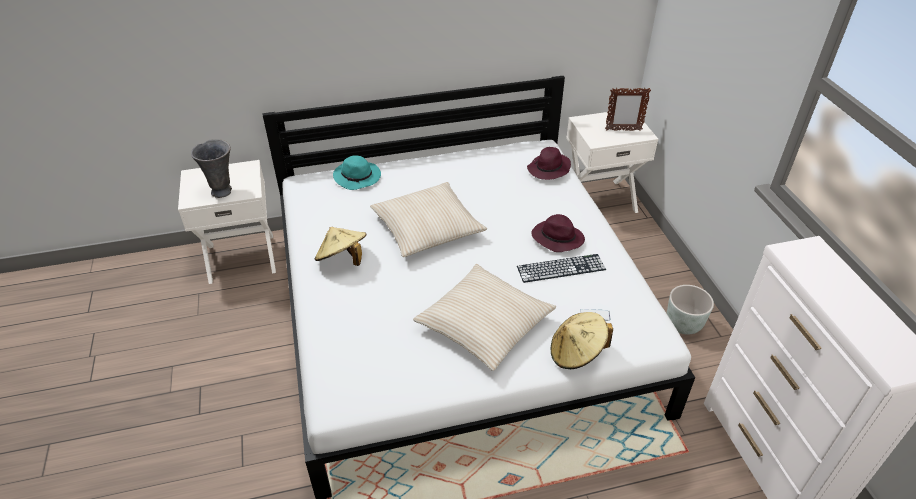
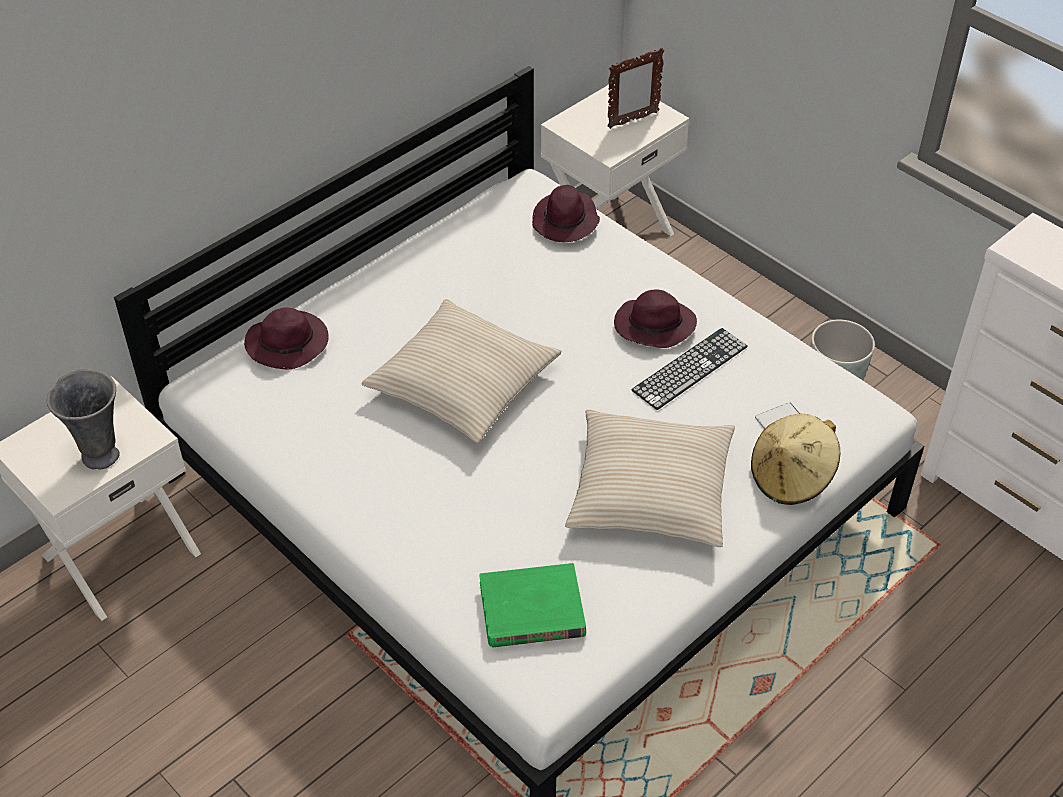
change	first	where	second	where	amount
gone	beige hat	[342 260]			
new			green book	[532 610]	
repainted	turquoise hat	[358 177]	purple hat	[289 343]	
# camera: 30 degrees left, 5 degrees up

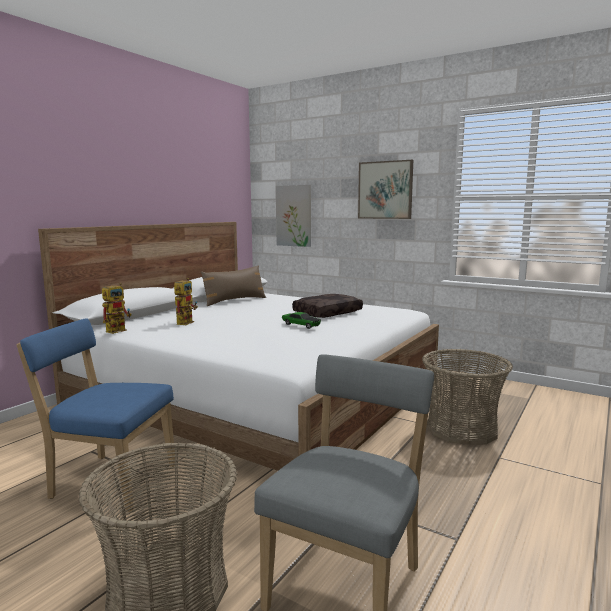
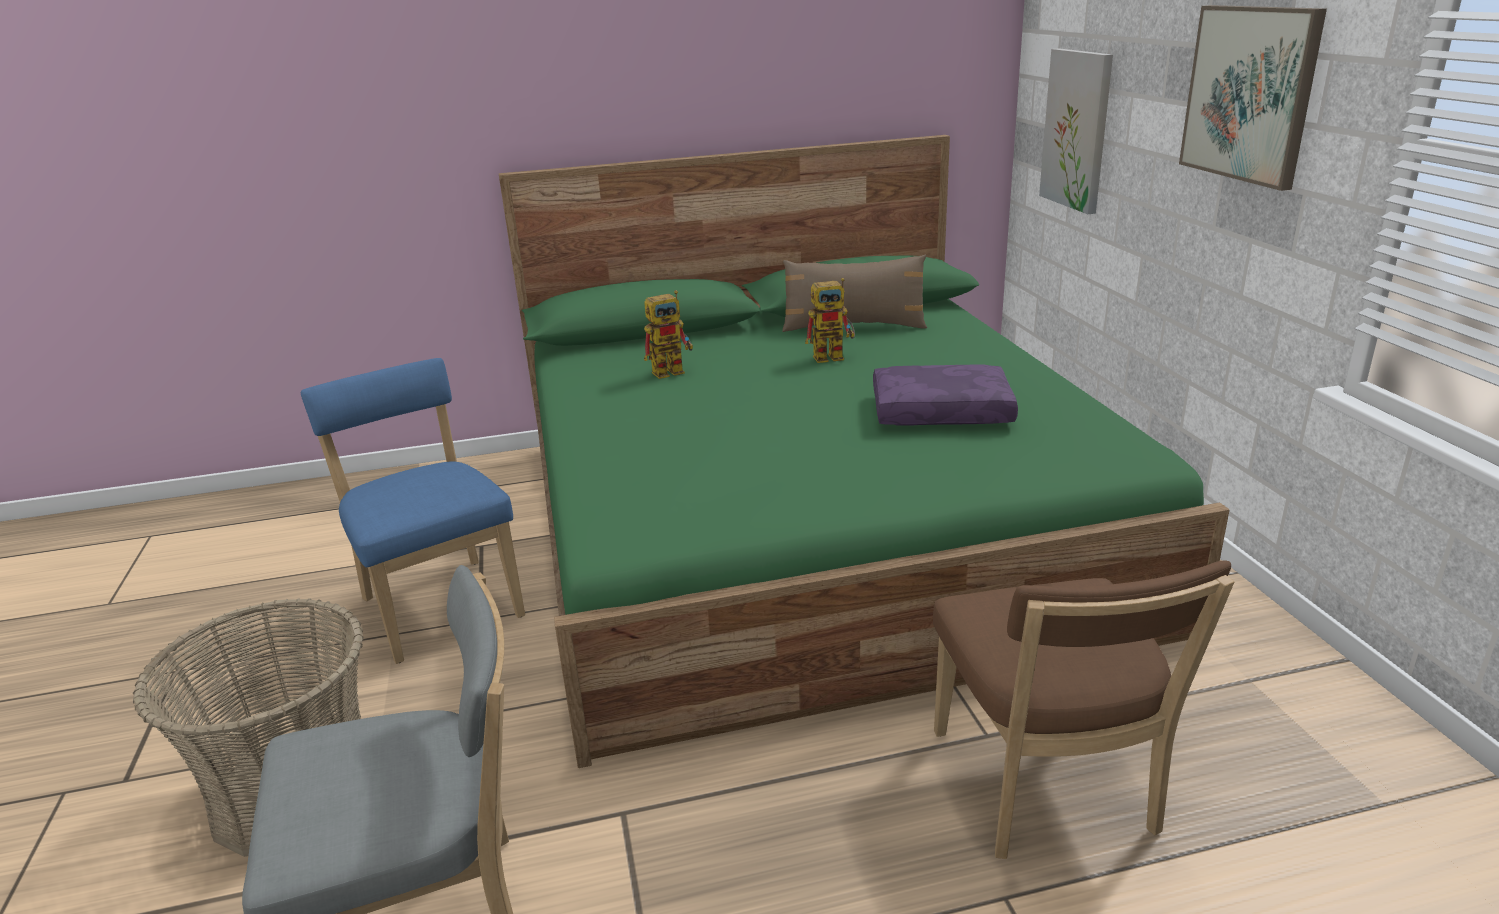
change	first	where	second	where	amount
gone	toy car	[301 325]			
shifted	toy robot	[118 330]		[834 356]	
swapped	basket	[462 429]	brown chair	[1046 789]	
repainted	white bed	[258 392]	green bed	[808 526]	
repainted	brown pillow	[327 313]	purple pillow	[942 411]	
# camera: 45 degrees right, 15 degrees up

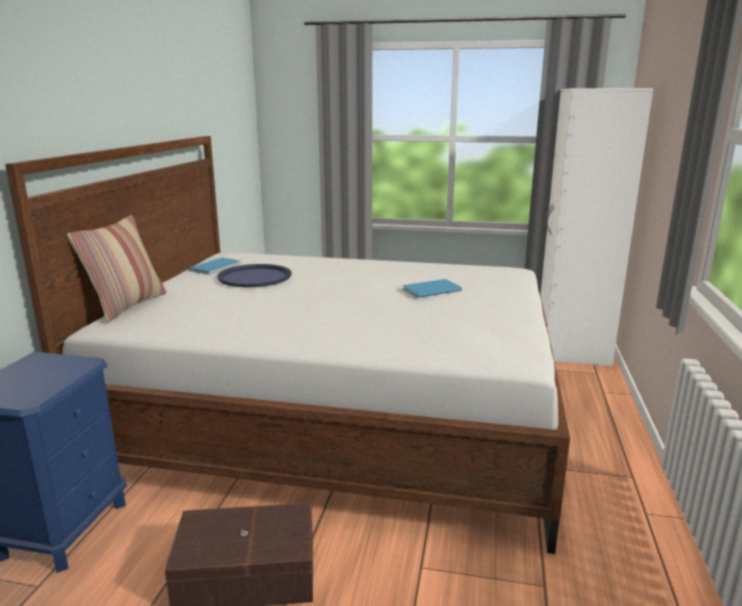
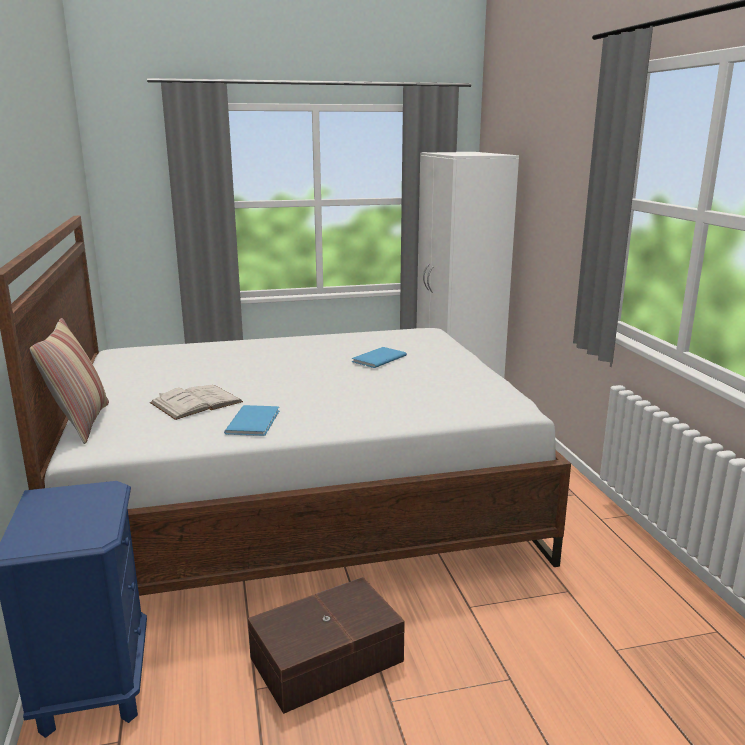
change	first	where	second	where	amount
gone	blue tray	[255 277]			
new			white book	[196 402]	
shifted	blue book	[217 267]		[255 421]	
# camera: 25 degrees left, 0 degrees up

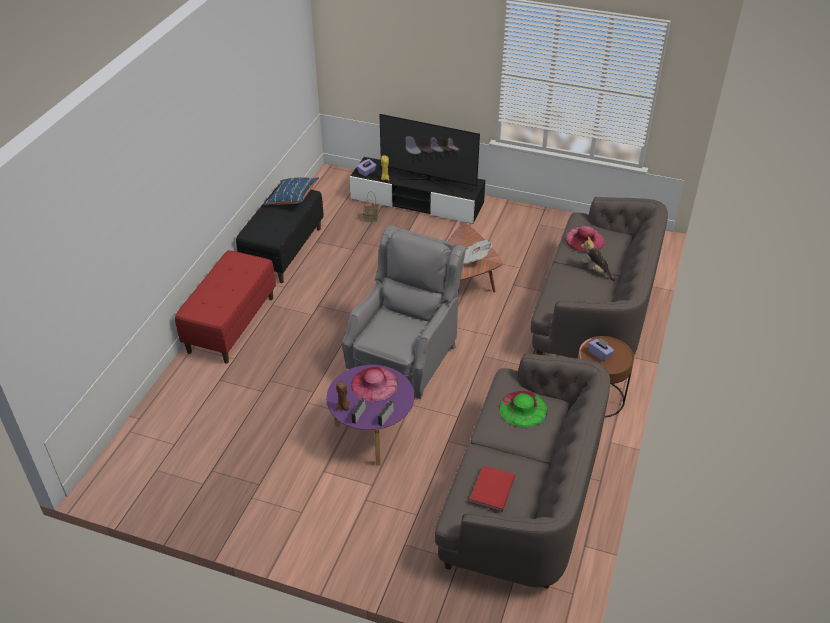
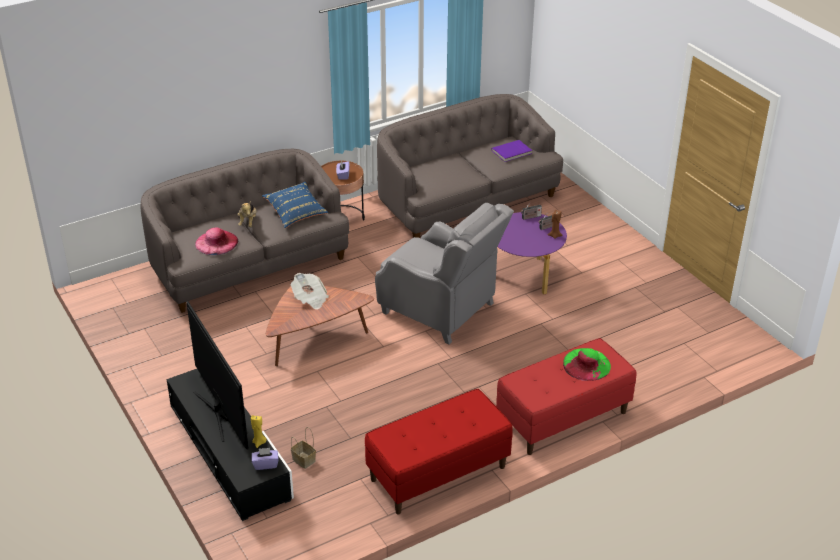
change	first	where	second	where	amount
gone	pink hat	[374 384]			
shifted	blue pillow	[292 198]		[295 213]	
shifted	green hat	[523 409]		[586 364]	
repainted	black bench	[283 250]	red bench	[438 474]	
repainted	red book	[491 489]	purple book	[512 152]	
rotated	grey armchair	[404 358]		[441 310]	120 degrees counterclockwise
# camera: 140 degrees left, 5 degrees down

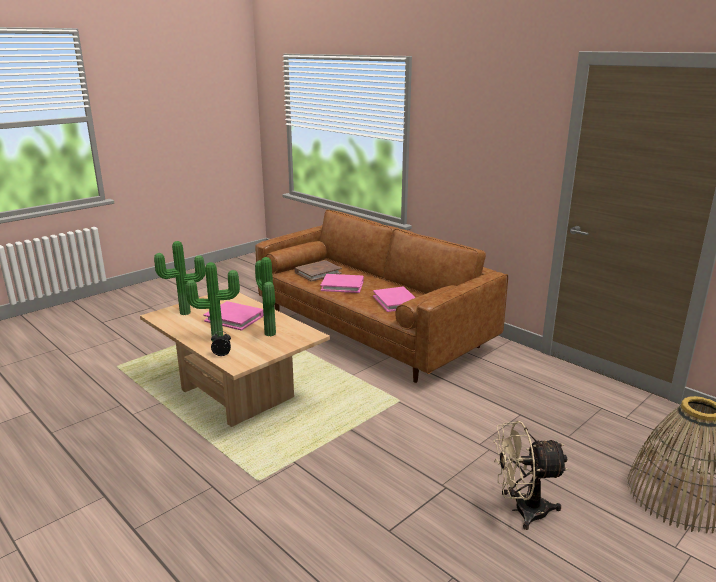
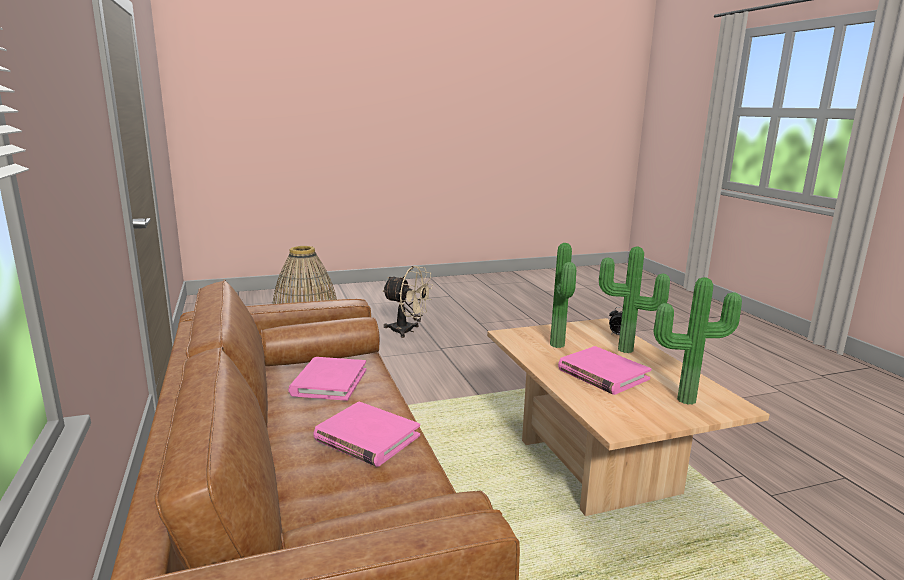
change	first	where	second	where	amount
gone	brown book	[318 273]			
# camera: 155 degrees left, 5 degrees down

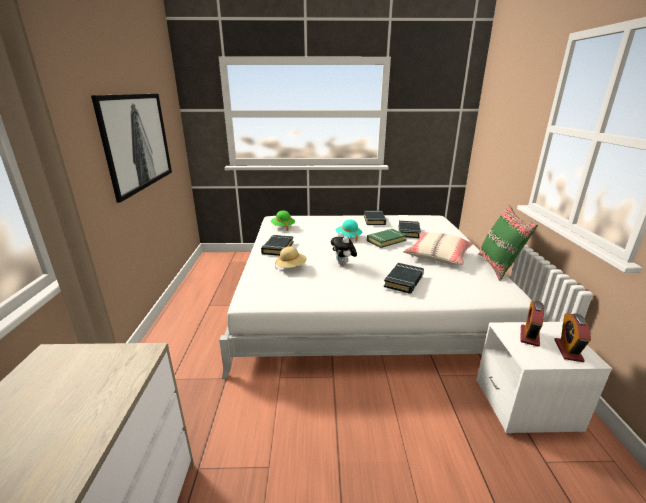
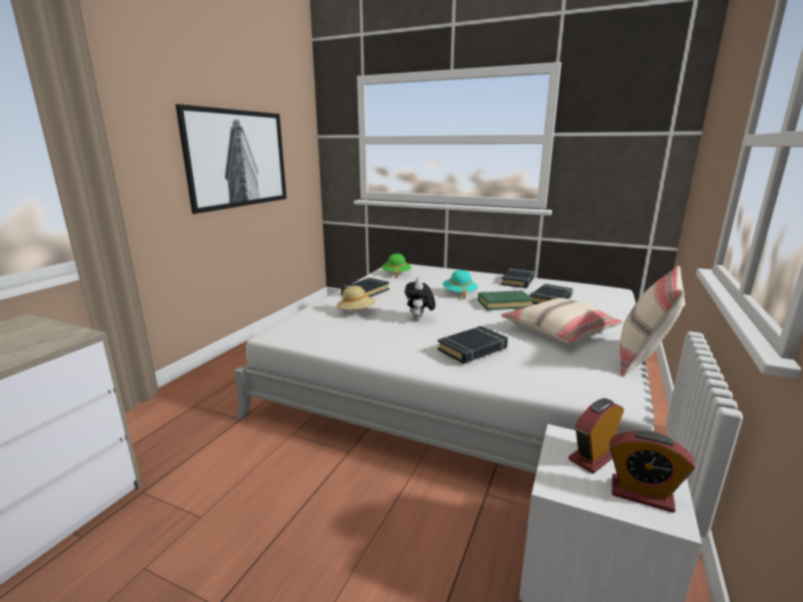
change	first	where	second	where	amount
repainted	green pillow	[498 267]	beige pillow	[642 360]	
rotated	alarm clock	[568 350]		[641 494]	105 degrees counterclockwise
# camera: 25 degrees right, 5 degrees down

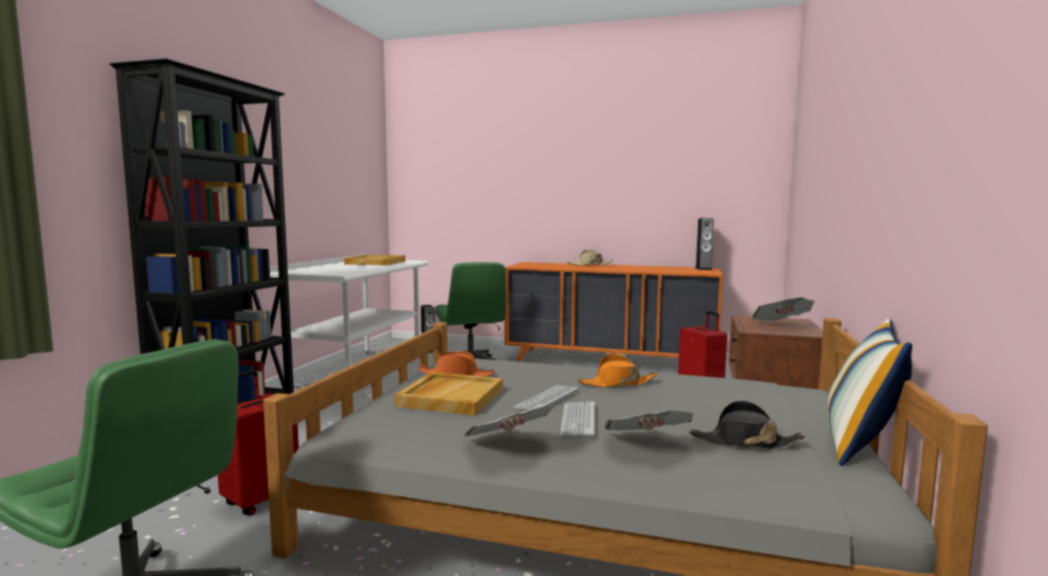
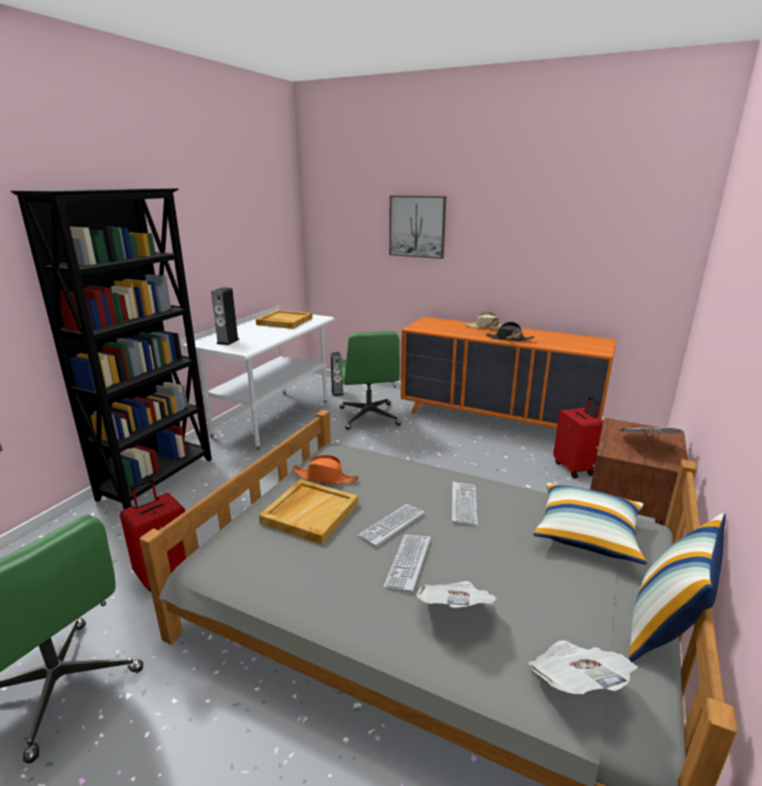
change	first	where	second	where	amount
new			picture	[417 226]	
new			pillow	[588 534]	
shifted	newspaper	[507 446]		[575 682]	
shifted	black hat	[744 442]		[509 339]	
shifted	speaker	[703 268]		[228 341]	
swapped	orange hat	[617 383]	keyboard	[464 504]	
# camera: 10 degrees right, 15 degrees up

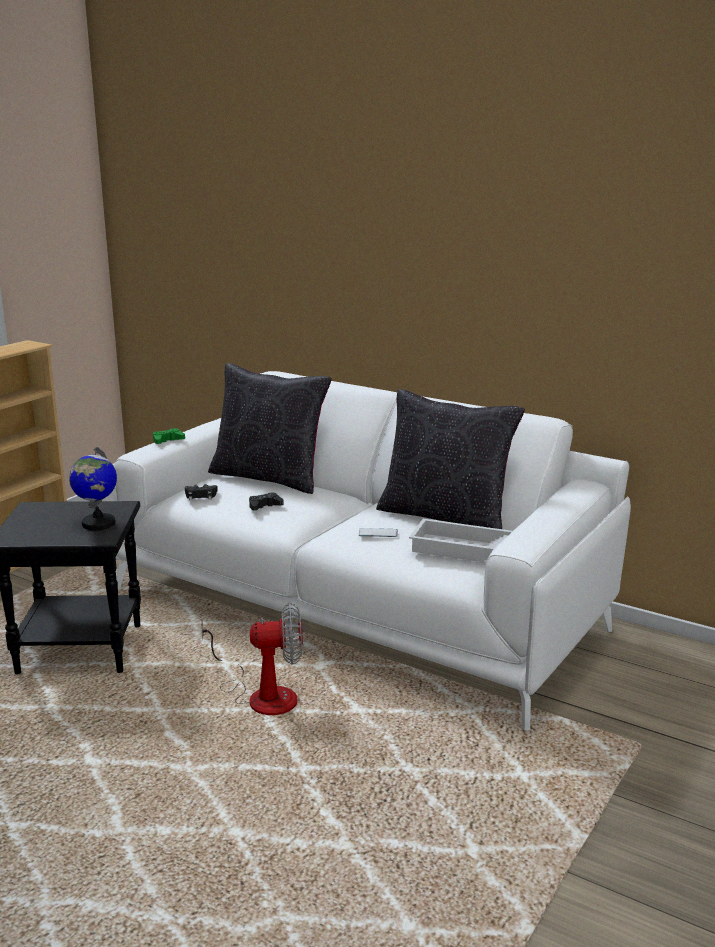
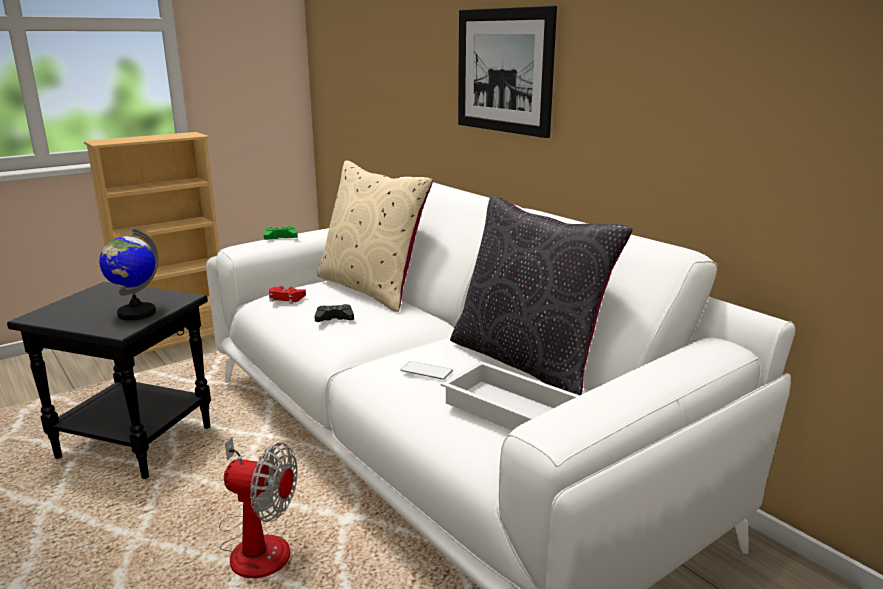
change	first	where	second	where	amount
new			picture	[504 71]	
repainted	black game controller	[200 495]	red game controller	[286 298]	
repainted	black pillow	[269 477]	beige pillow	[371 289]	
# camera: 20 degrees right, 0 degrees up

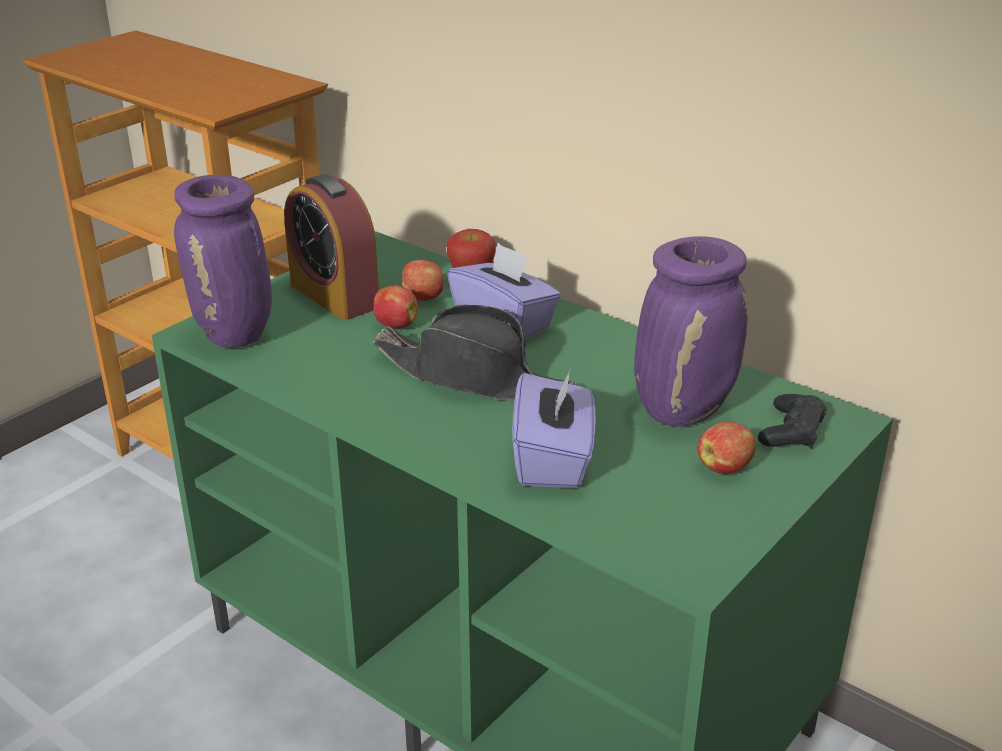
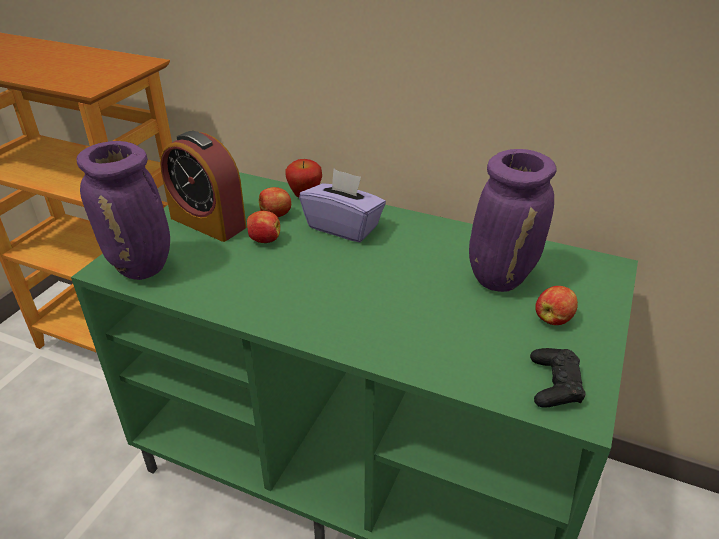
change	first	where	second	where	amount
gone	black hat	[473 377]			
gone	purple tissue box	[553 460]			
shifted	black game controller	[791 431]		[554 384]	
# camera: 15 degrees left, 5 degrees up

